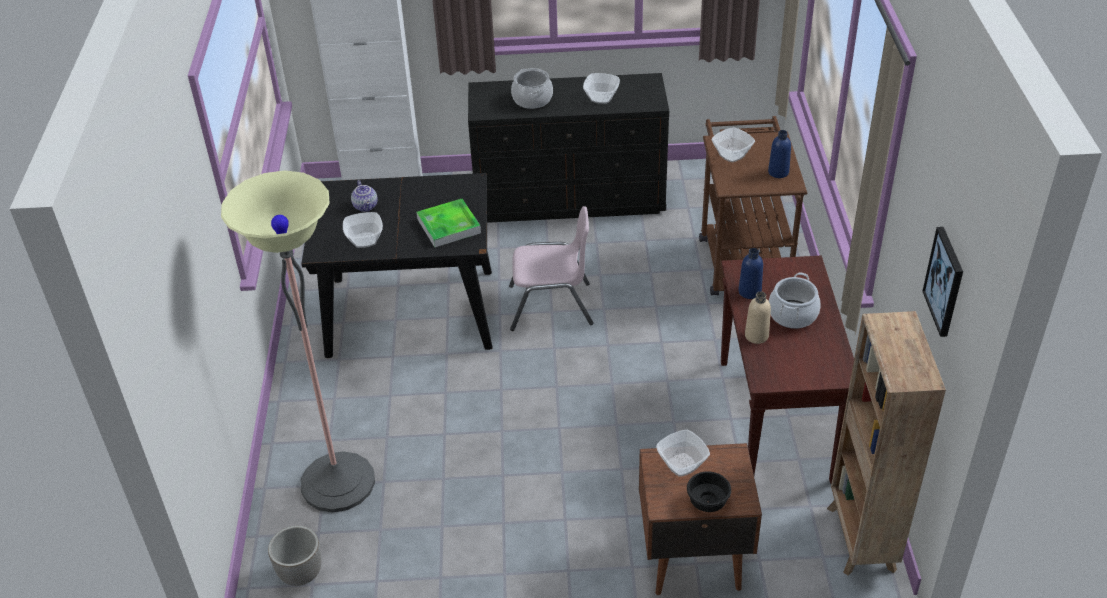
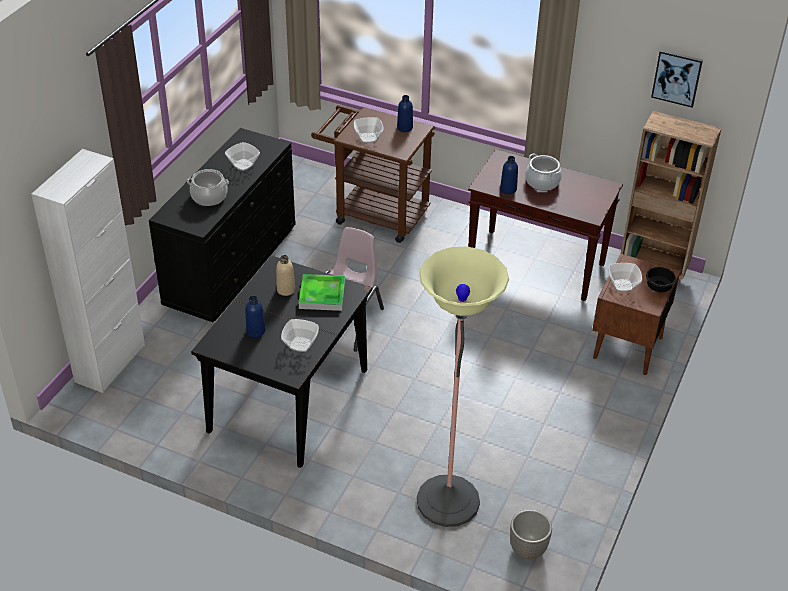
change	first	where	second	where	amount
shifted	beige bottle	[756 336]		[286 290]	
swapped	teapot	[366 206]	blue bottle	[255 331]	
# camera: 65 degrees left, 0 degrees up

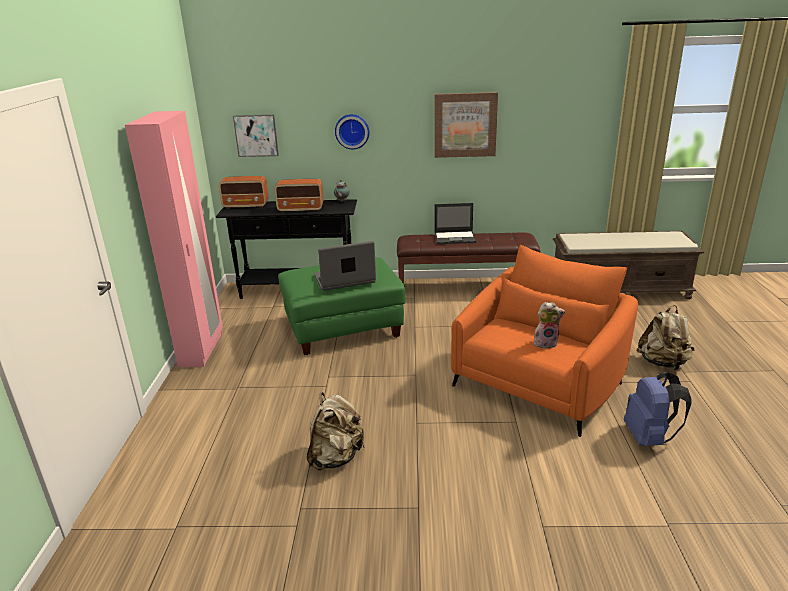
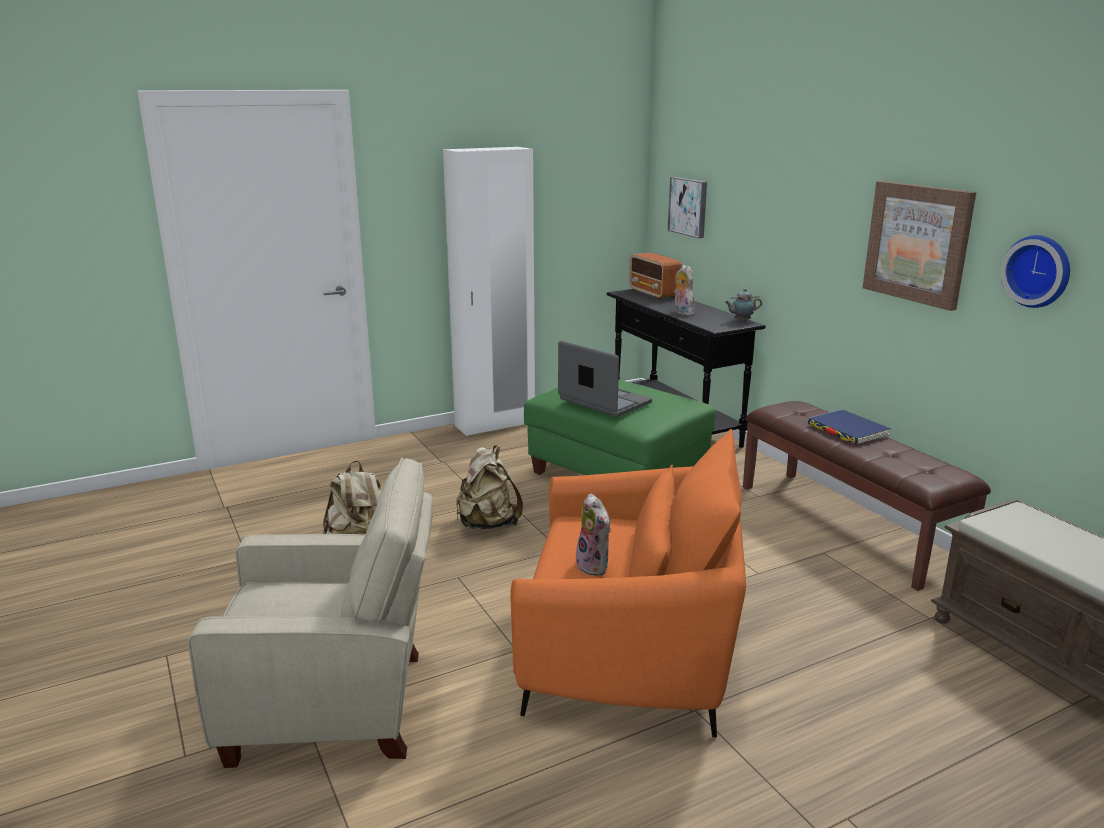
change	first	where	second	where	amount
gone	blue backpack	[649 438]			
new			beige armchair	[337 706]	
shifted	wall clock	[352 131]		[1039 271]	
shifted	beige backpack	[663 363]		[488 524]	
swapped	radio	[301 209]	plush toy	[682 312]	
swapped	laptop	[455 238]	blue book	[847 431]	
repainted	pink wardrobe	[202 349]	white wardrobe	[495 424]	
# camera: 60 degrees right, 5 degrees down

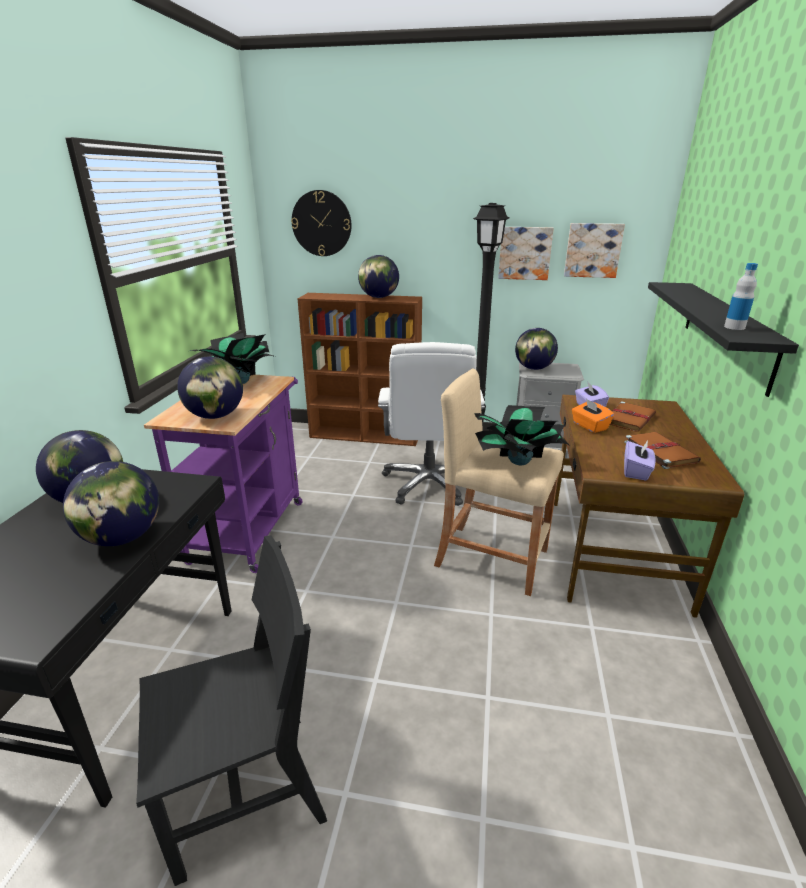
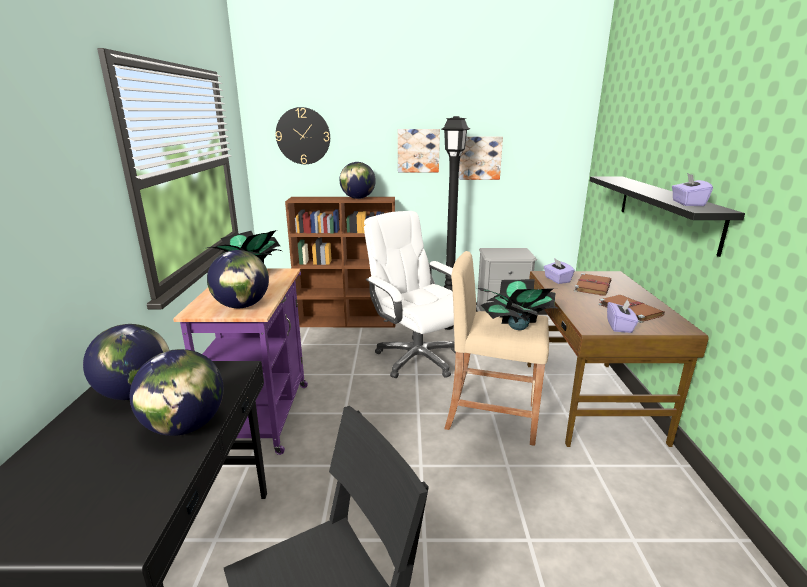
change	first	where	second	where	amount
gone	globe	[533 368]			
gone	orange tissue box	[589 426]			
shifted	picture	[592 250]		[418 150]	
swapped	bottle	[734 327]	purple tissue box	[687 203]	
rotated	white office chair	[429 483]		[417 358]	150 degrees clockwise
# camera: 10 degrees left, 5 degrees down

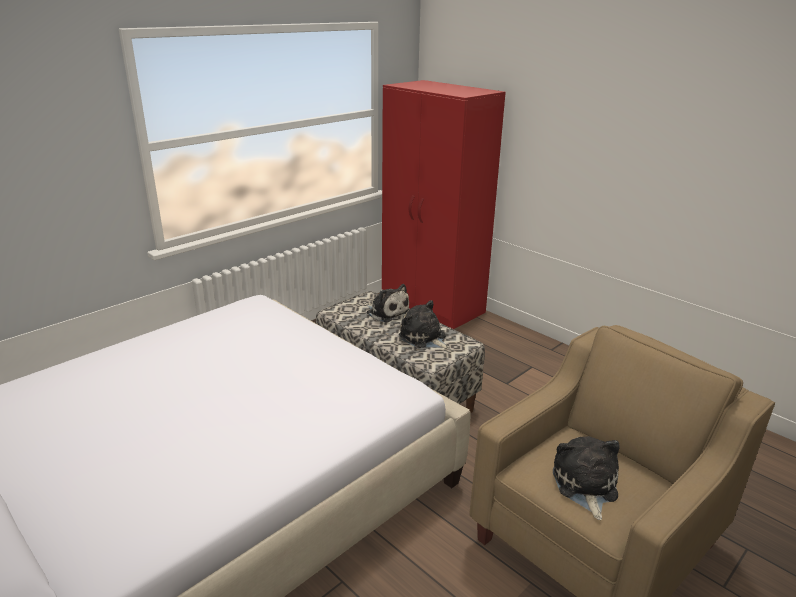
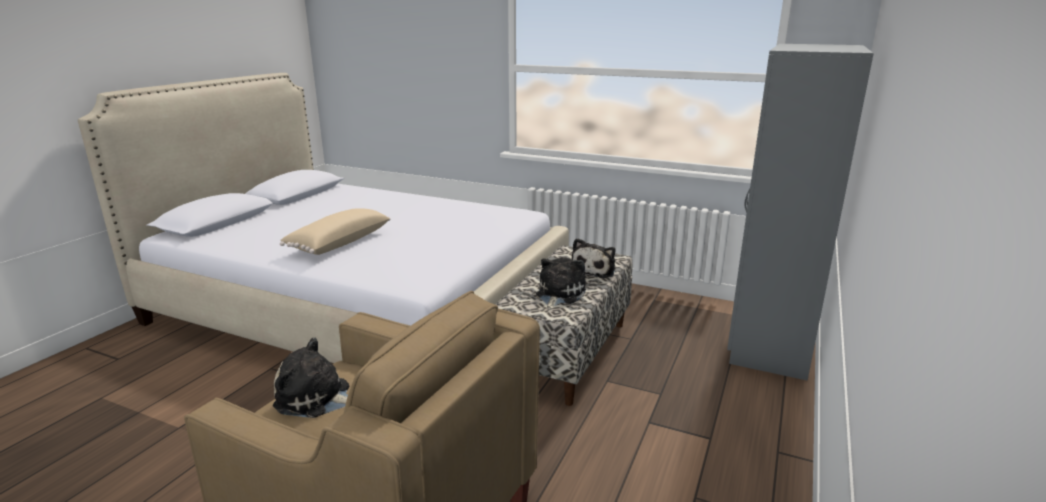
change	first	where	second	where	amount
new			beige pillow	[338 243]	
repainted	red wardrobe	[433 305]	grey wardrobe	[769 341]	
rotated	plush toy	[585 485]		[316 399]	150 degrees counterclockwise
# camera: 70 degrees right, 5 degrees down

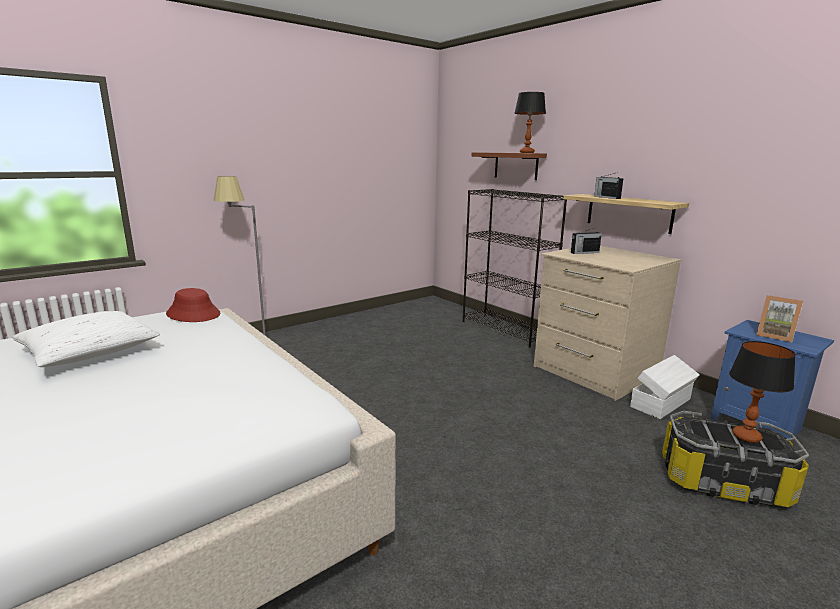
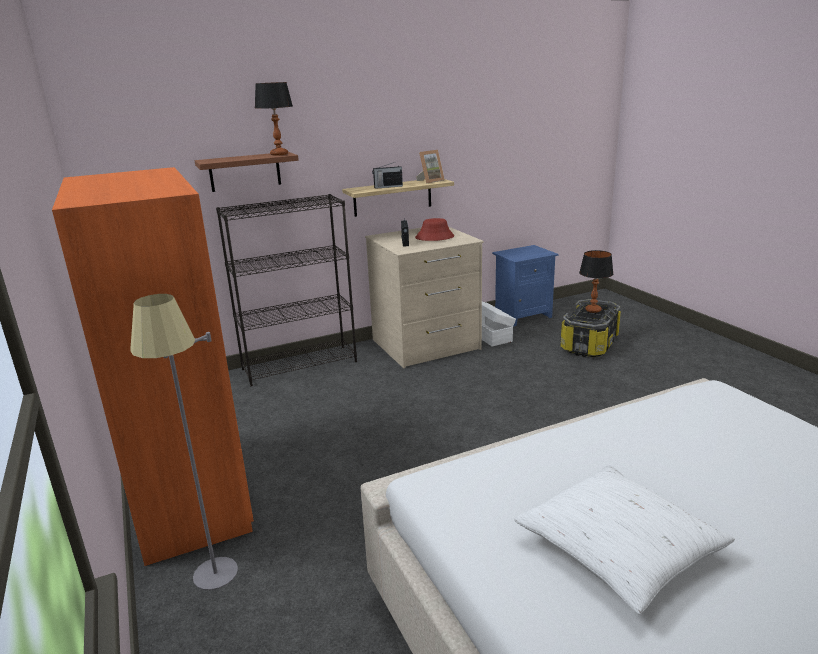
change	first	where	second	where	amount
new			orange wardrobe	[191 494]	
shifted	red hat	[194 314]		[434 237]	
shifted	picture frame	[774 336]		[430 181]	
# camera: 75 degrees left, 5 degrees up

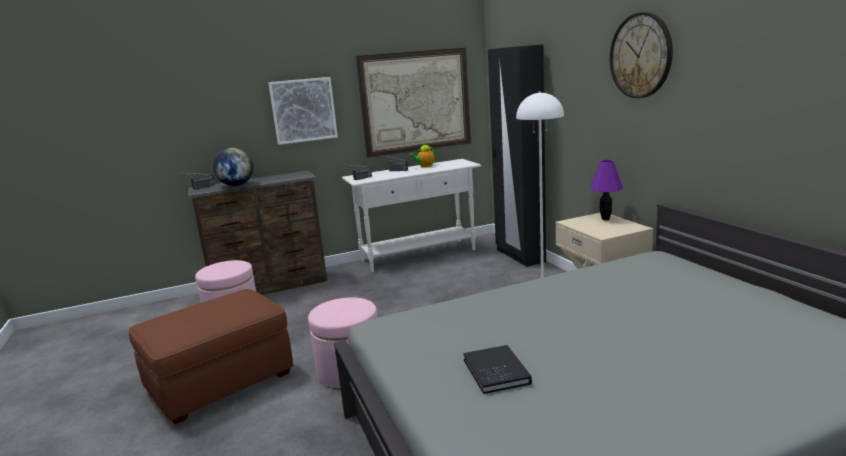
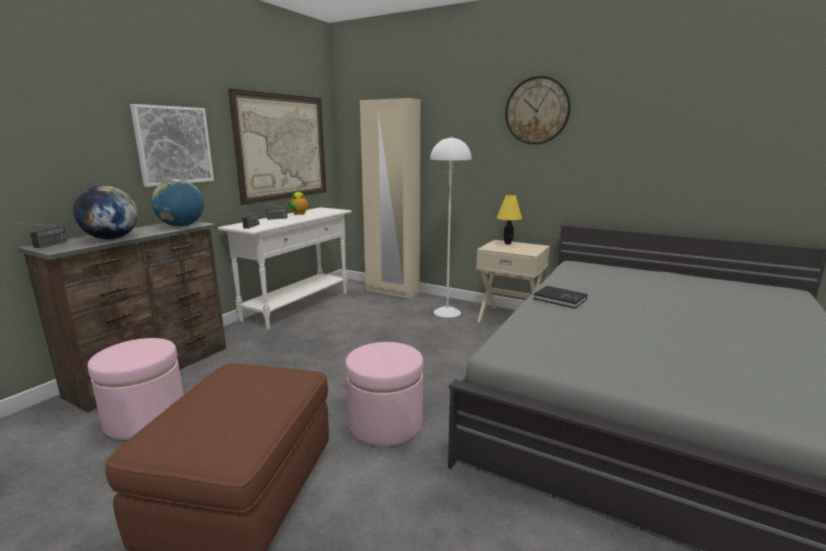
change	first	where	second	where	amount
new			globe	[181 226]	
shifted	black book	[496 371]		[560 299]	
repainted	black wardrobe	[519 256]	beige wardrobe	[392 291]	
repainted	purple table lamp	[606 219]	yellow table lamp	[508 243]	
# camera: 40 degrees left, 0 degrees up

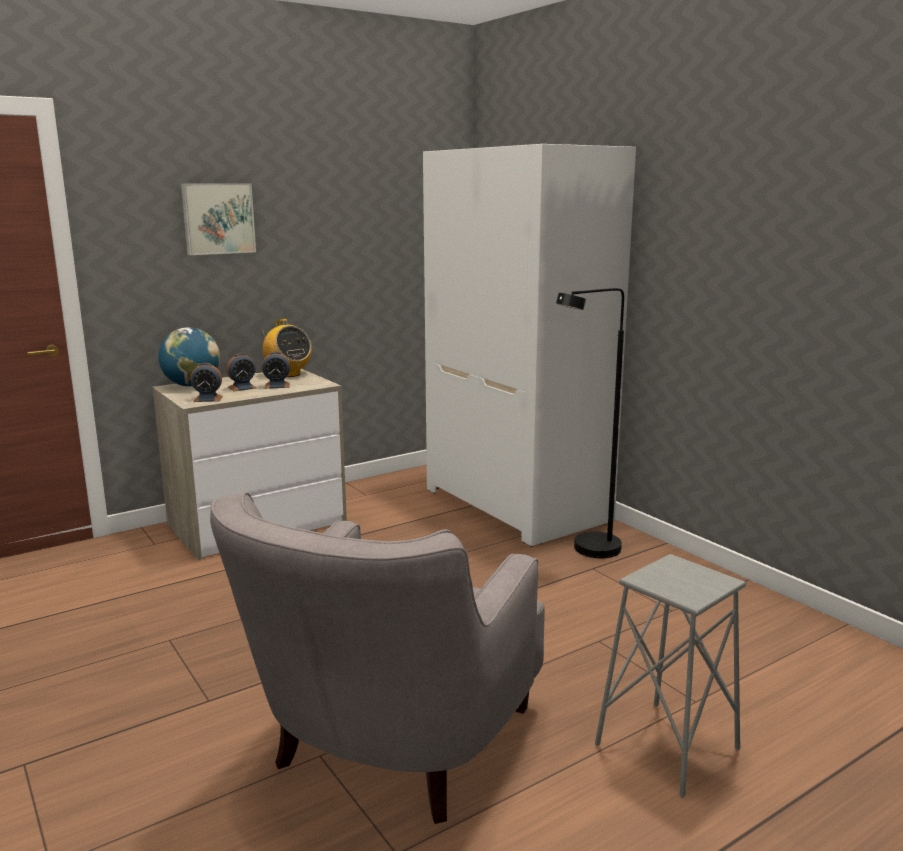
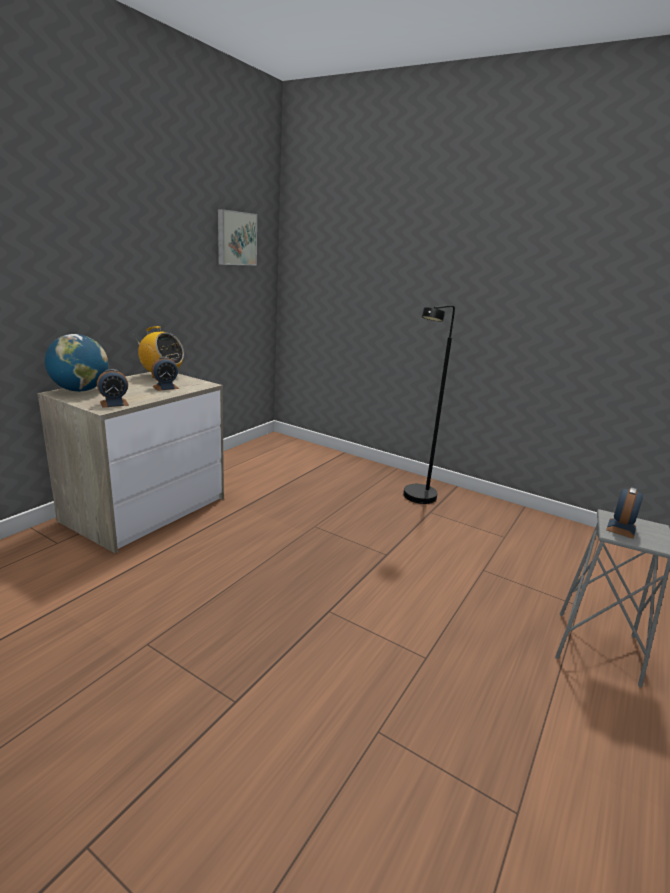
change	first	where	second	where	amount
gone	grey armchair	[391 747]			
gone	white wardrobe	[518 505]			
shifted	picture	[218 218]		[236 238]	
shifted	alarm clock	[242 387]		[621 528]	
# camera: 25 degrees left, 5 degrees up

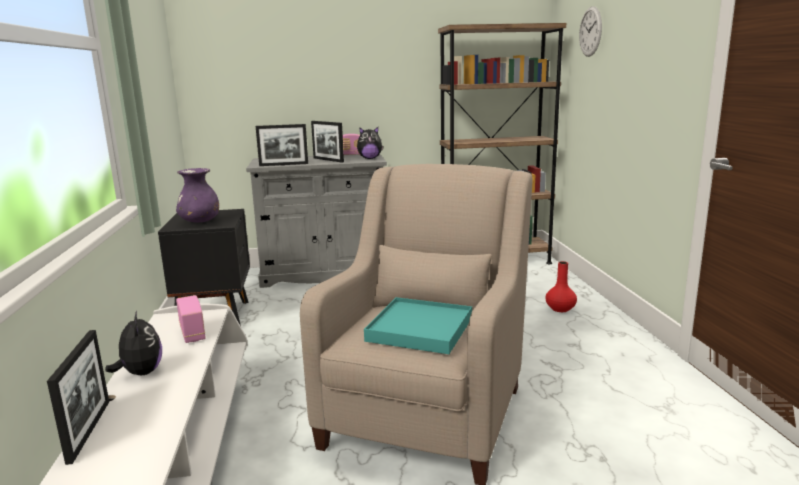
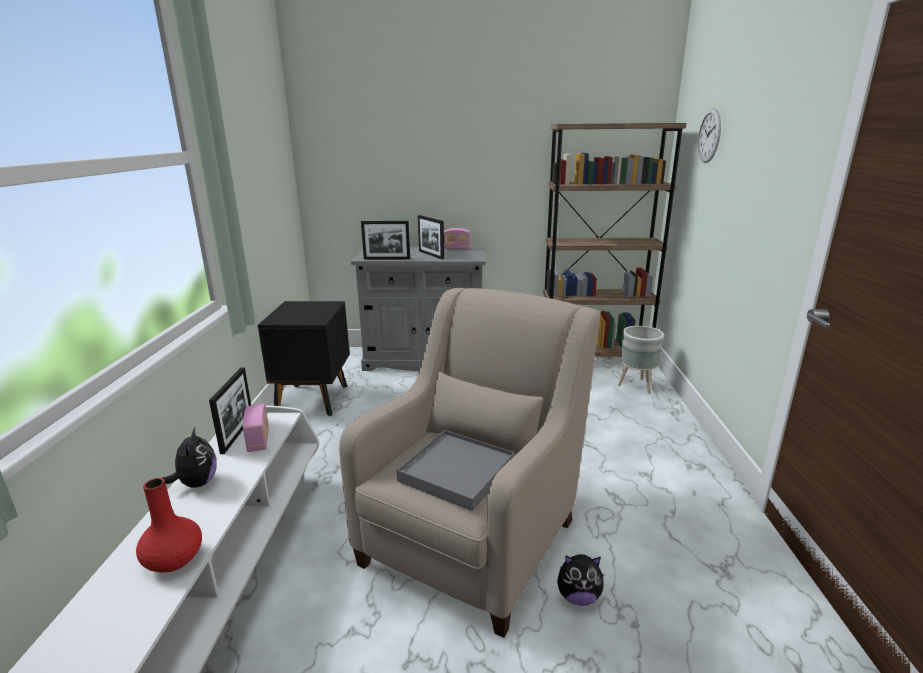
change	first	where	second	where	amount
gone	purple vase	[200 222]			
new			grey planter	[637 386]	
shifted	picture frame	[89 430]		[237 434]	
shifted	plush toy	[370 158]		[578 596]	
shifted	red vase	[560 309]		[174 559]	
repainted	turquoise tray	[420 329]	grey tray	[457 472]	
# camera: 10 degrees right, 5 degrees up

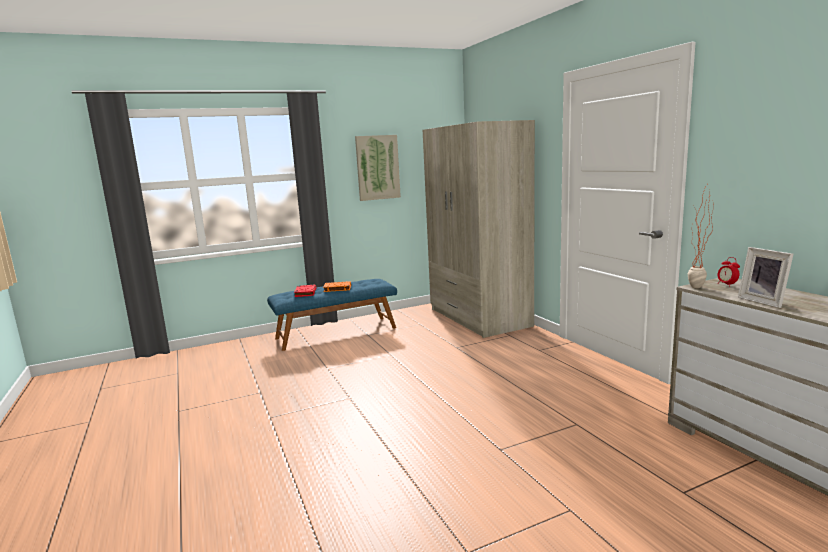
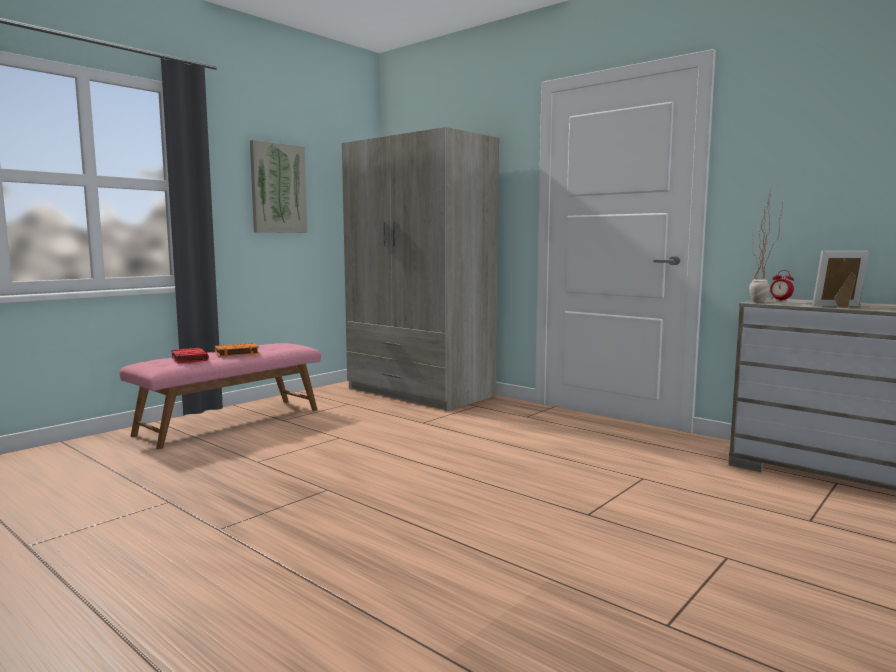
change	first	where	second	where	amount
repainted	blue bench	[336 333]	pink bench	[230 421]	
rotated	picture frame	[764 301]		[840 306]	135 degrees clockwise
# camera: 25 degrees left, 5 degrees down

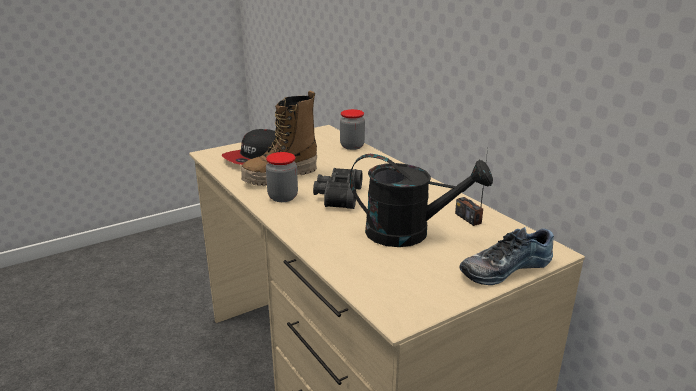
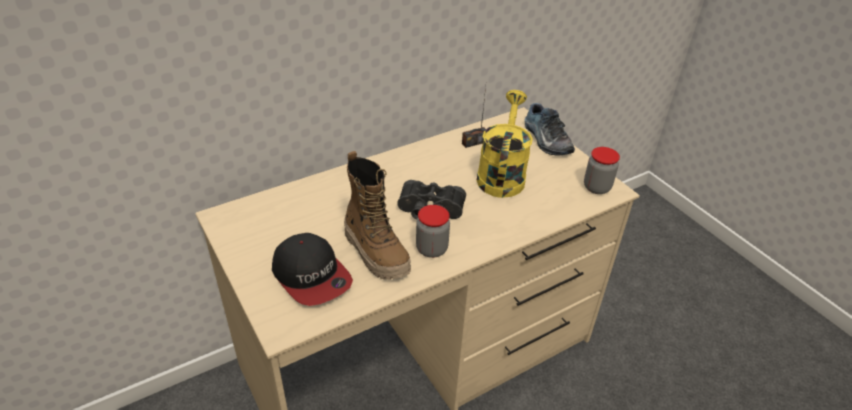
change	first	where	second	where	amount
shifted	jar	[352 146]		[597 187]	
repainted	black watering can	[409 233]	yellow watering can	[501 174]	
# camera: 90 degrees left, 15 degrees up

